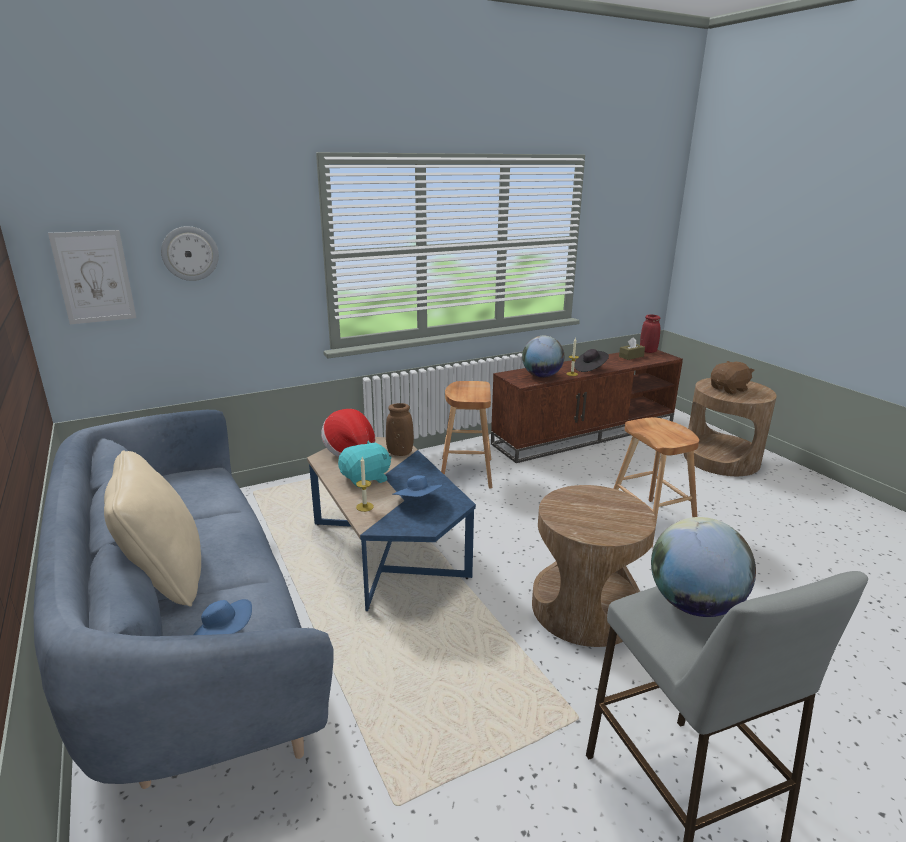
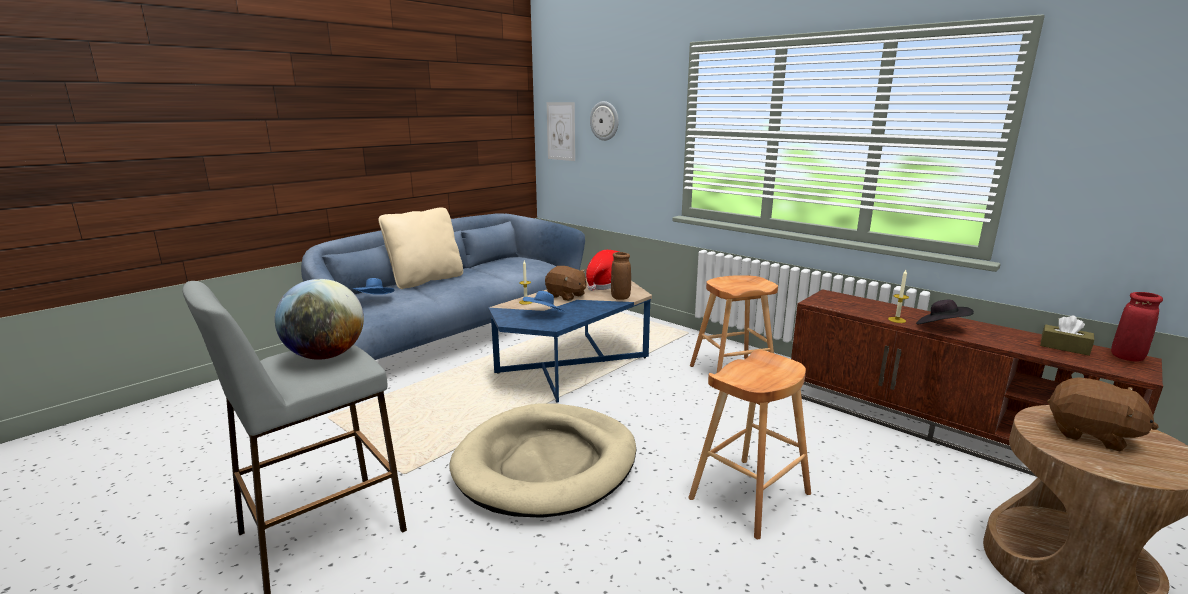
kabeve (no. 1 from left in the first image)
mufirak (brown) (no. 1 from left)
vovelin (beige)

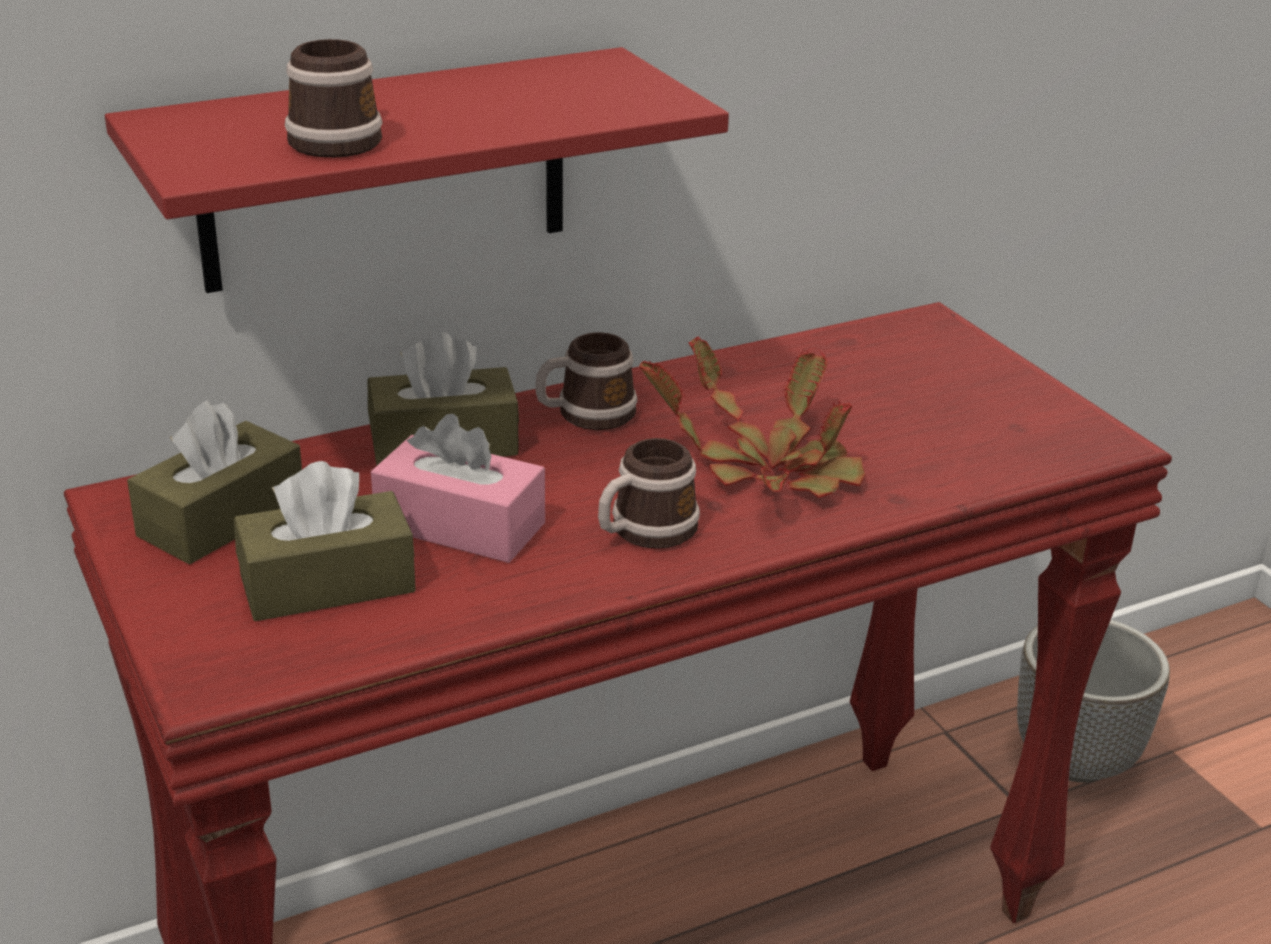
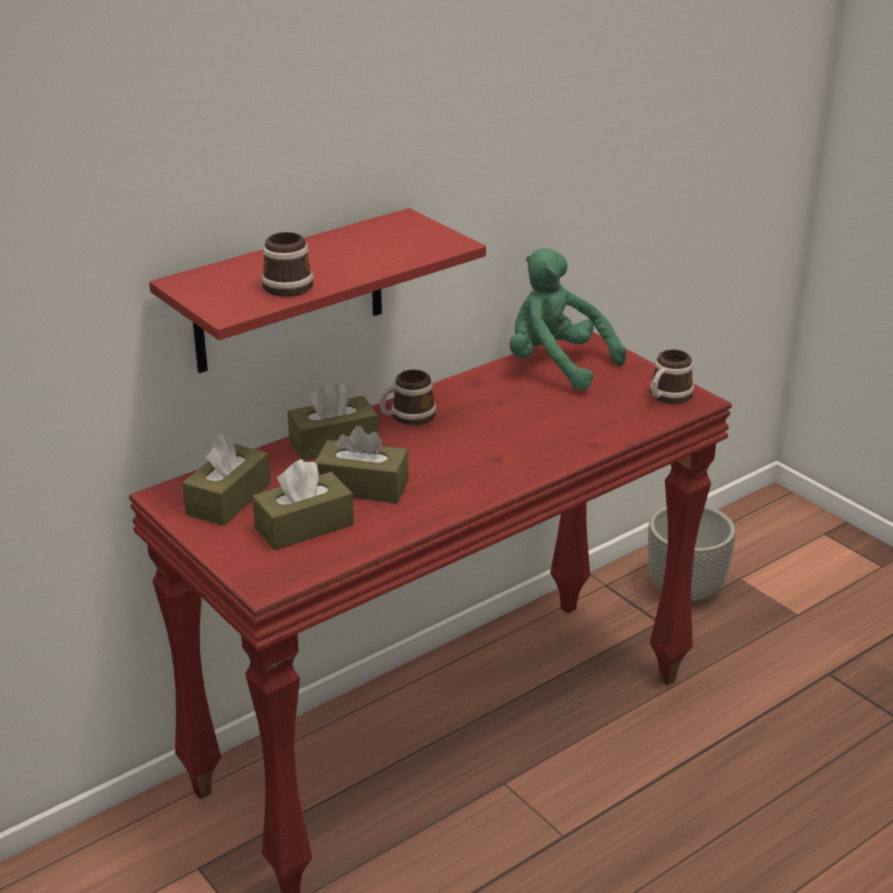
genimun
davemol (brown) (no. 4 from left)
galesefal (no. 3 from left)
mufirak (green)

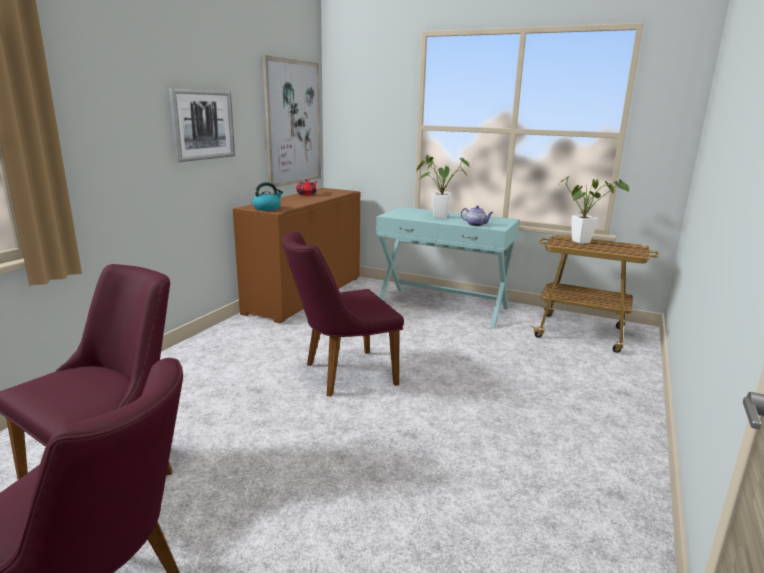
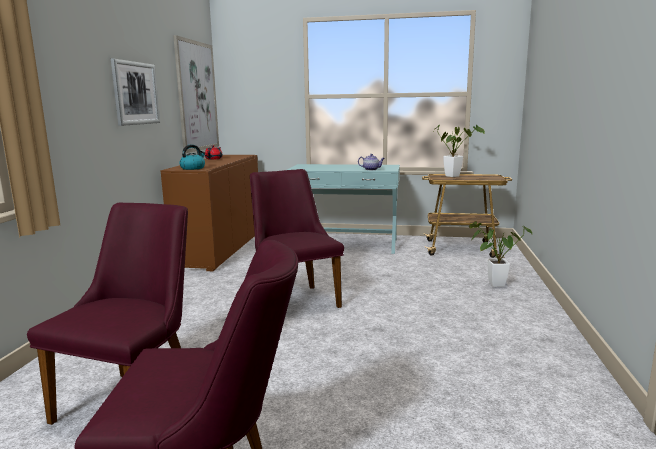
genimun (no. 2 from left)
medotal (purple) (no. 3 from left)

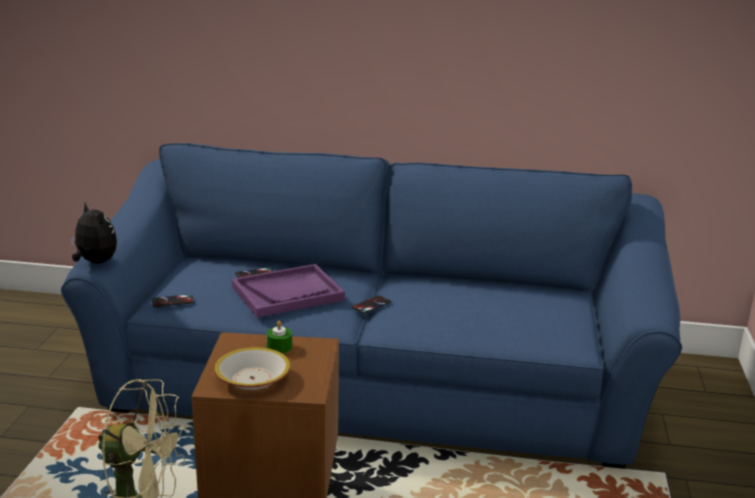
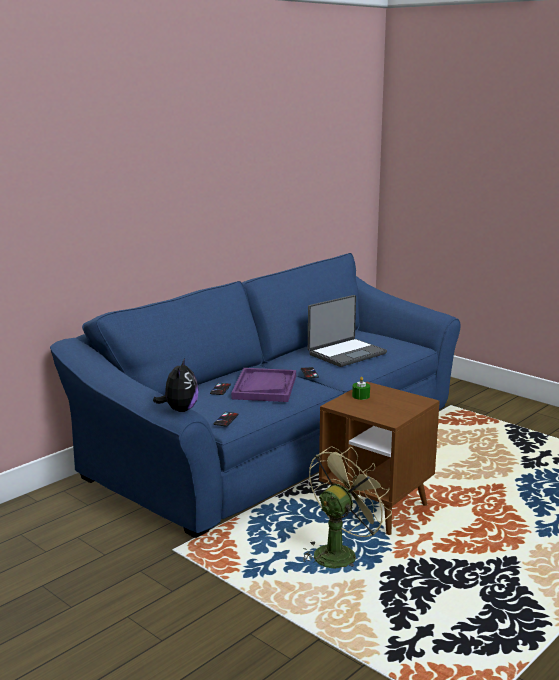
mufirak
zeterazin
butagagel

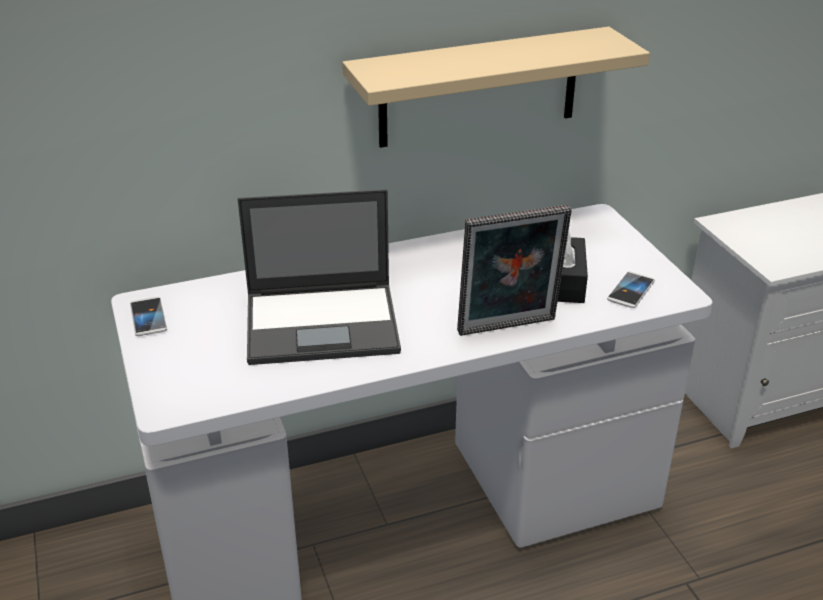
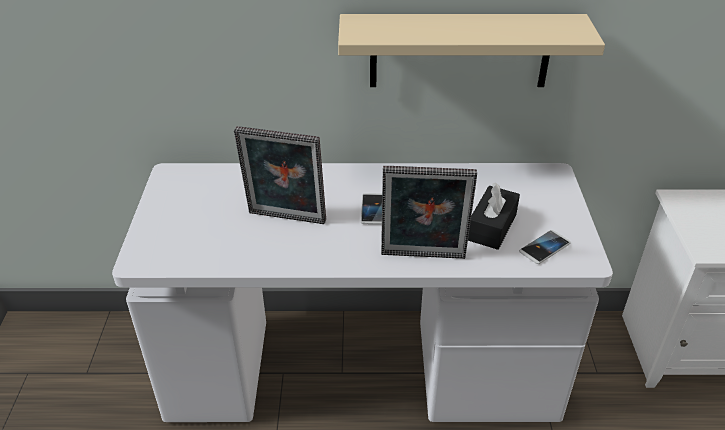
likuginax (no. 1 from left)
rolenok (no. 1 from left)

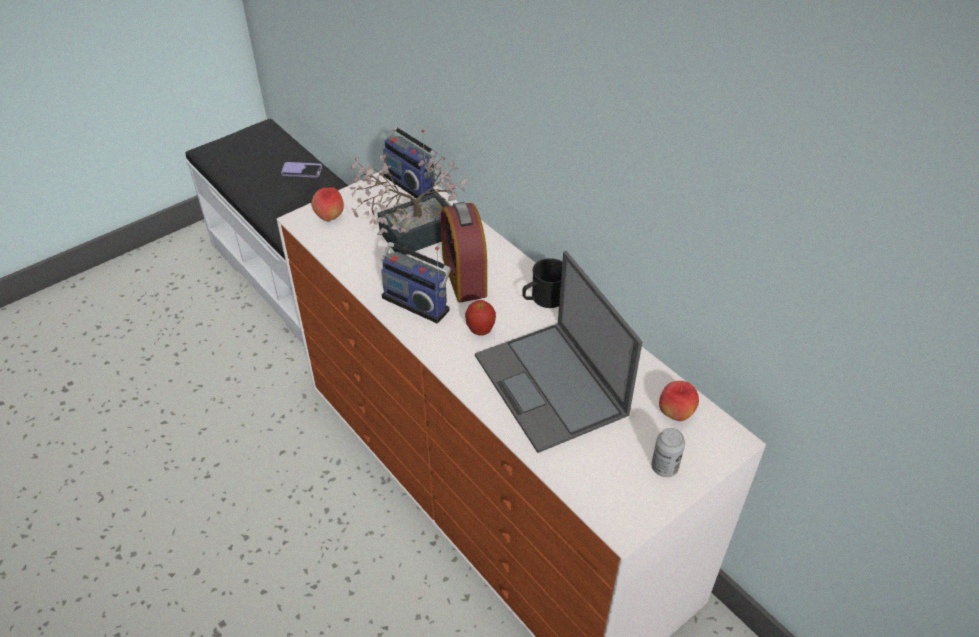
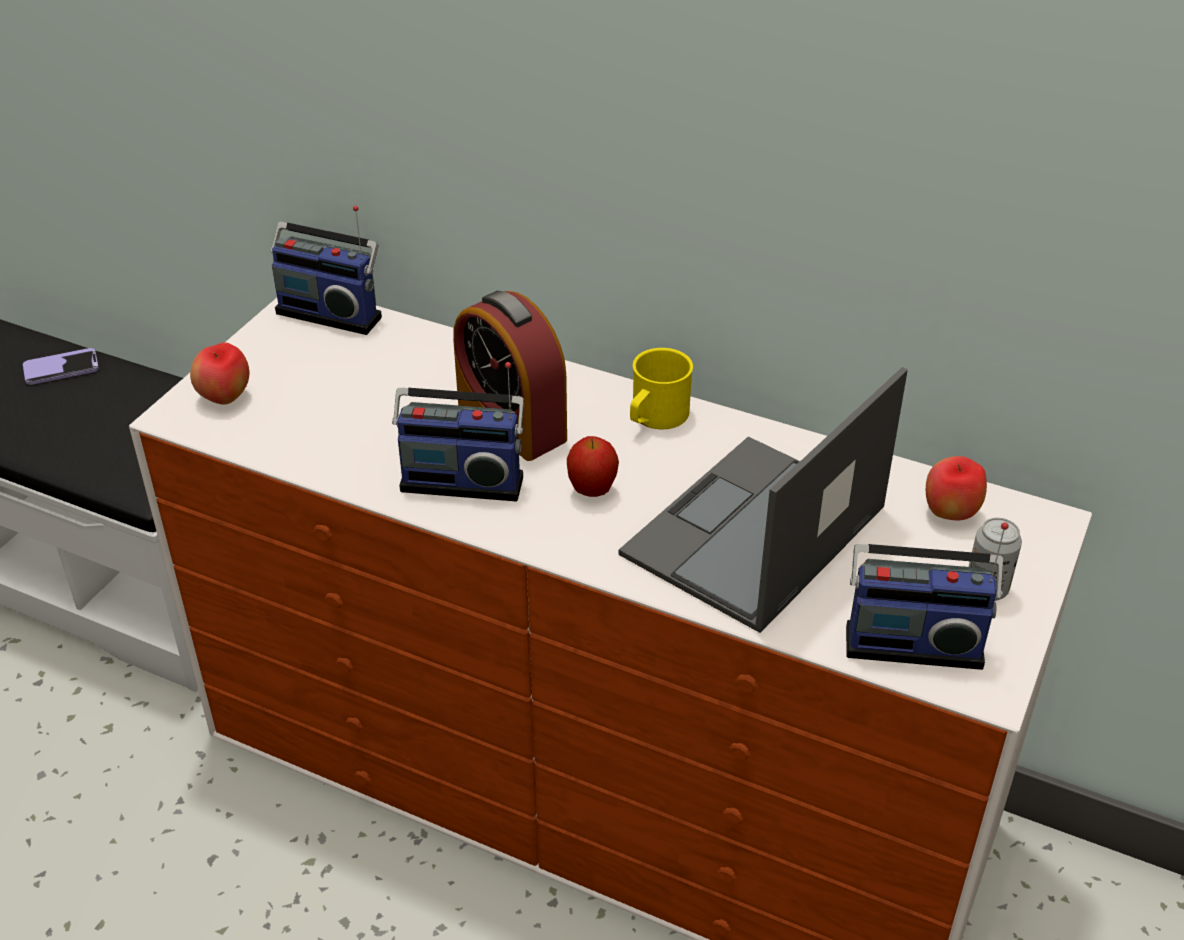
genimun
butagagel
galesefal (yellow)
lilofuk (no. 3 from left)

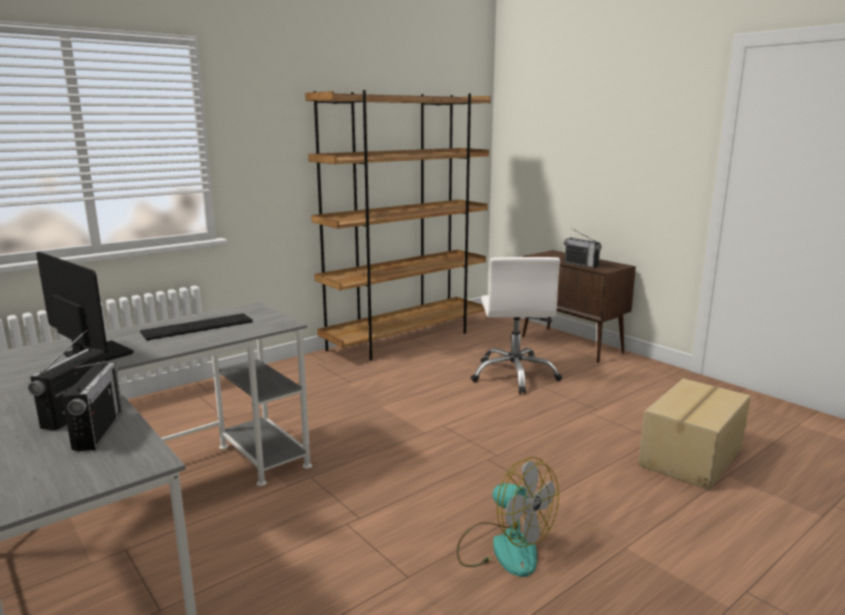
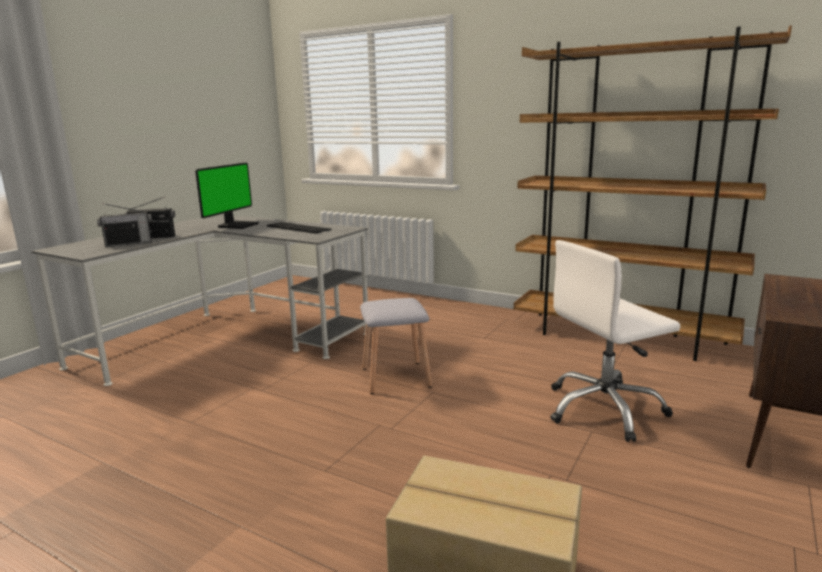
lilofuk (no. 3 from left in the first image)
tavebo
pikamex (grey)

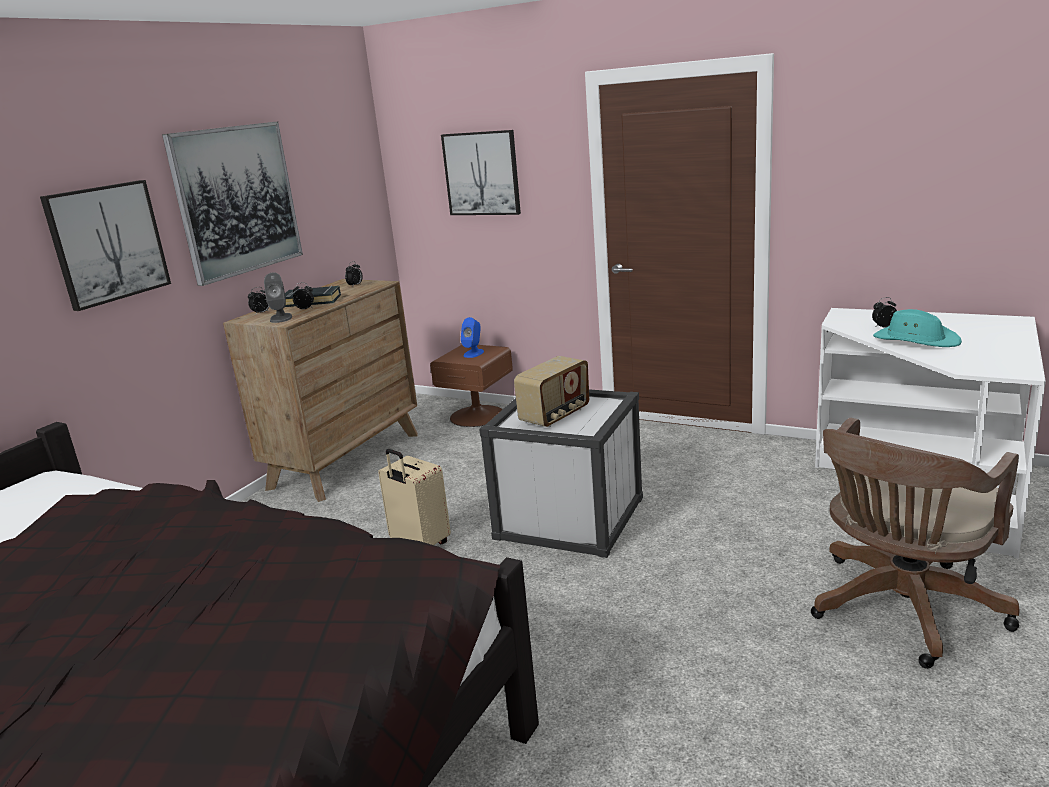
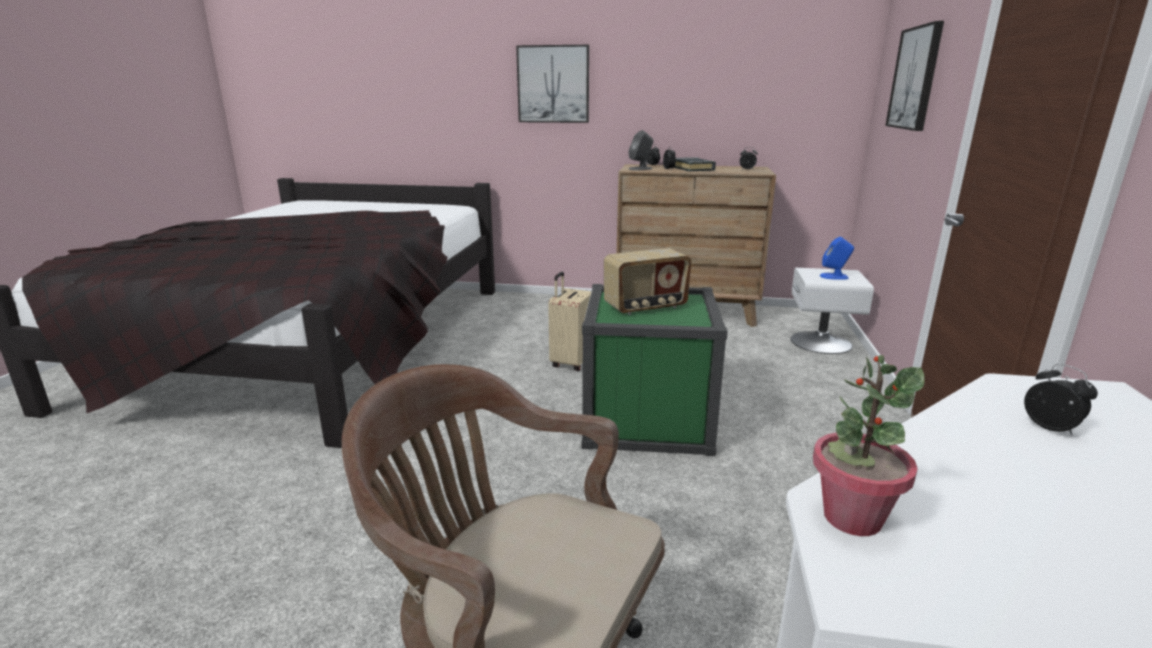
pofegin (no. 2 from left in the first image)
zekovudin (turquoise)
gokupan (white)
lilofuk
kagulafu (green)
genimun

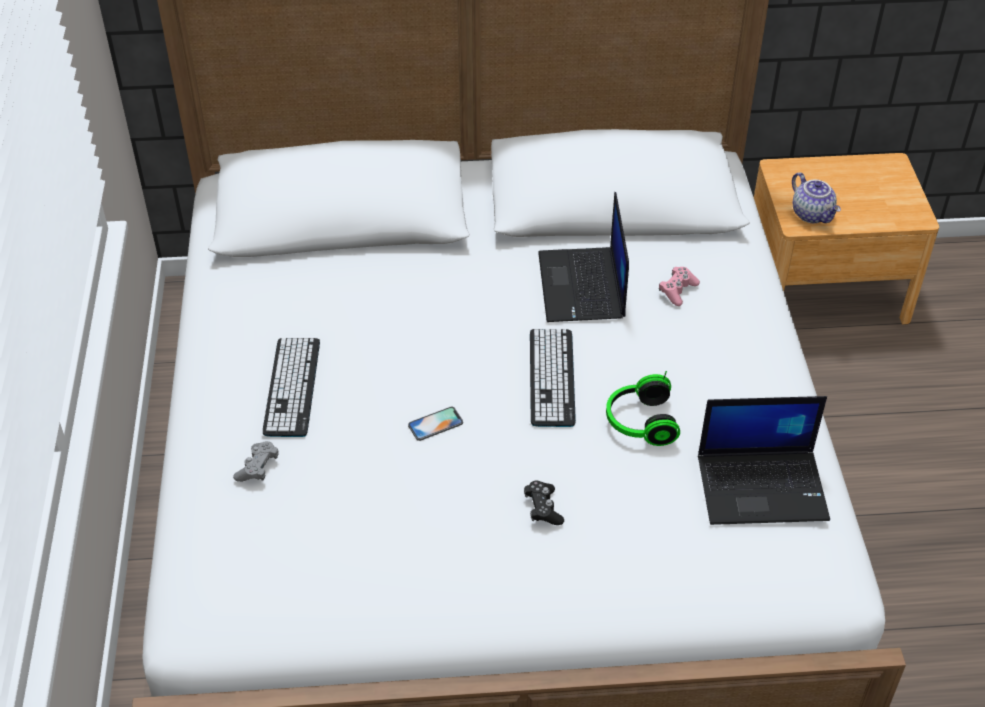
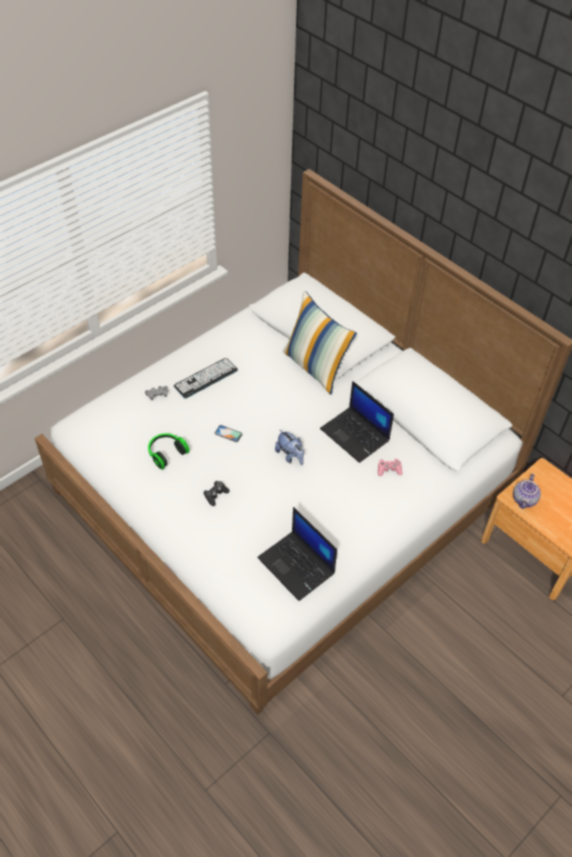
butagagel (no. 2 from left)
mufirak
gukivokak
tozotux

